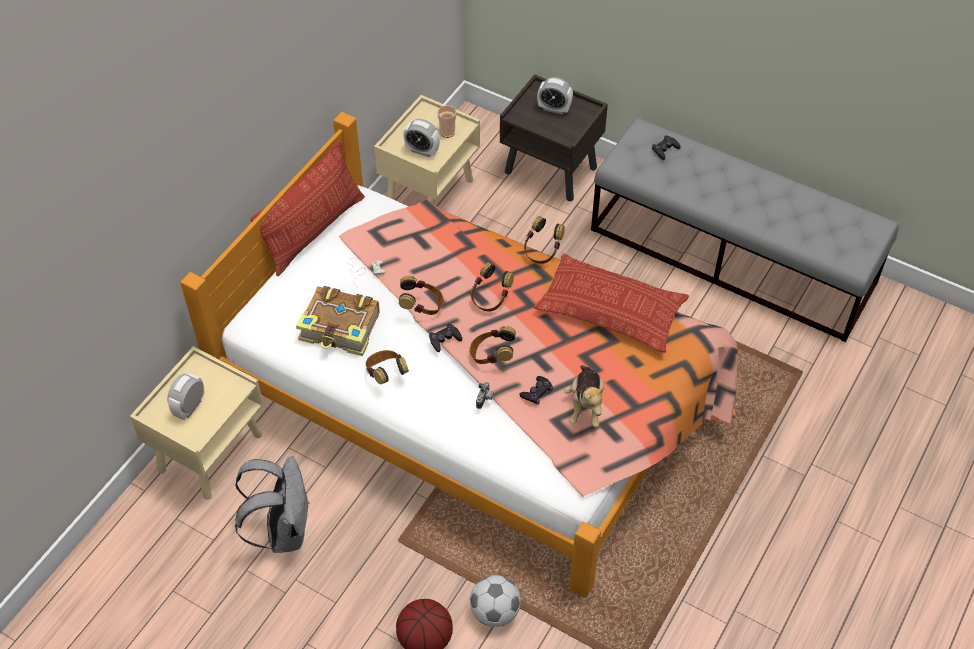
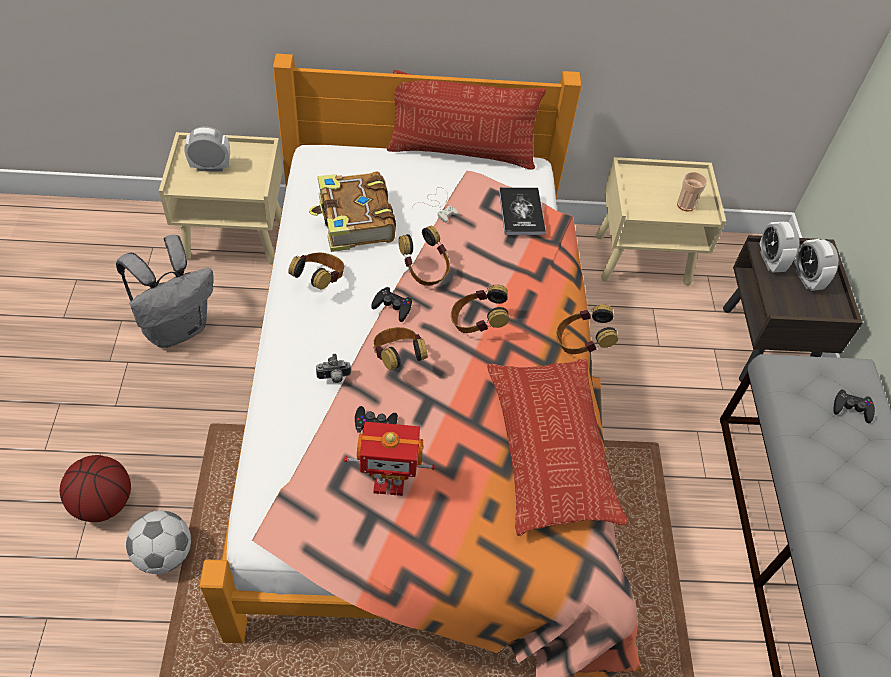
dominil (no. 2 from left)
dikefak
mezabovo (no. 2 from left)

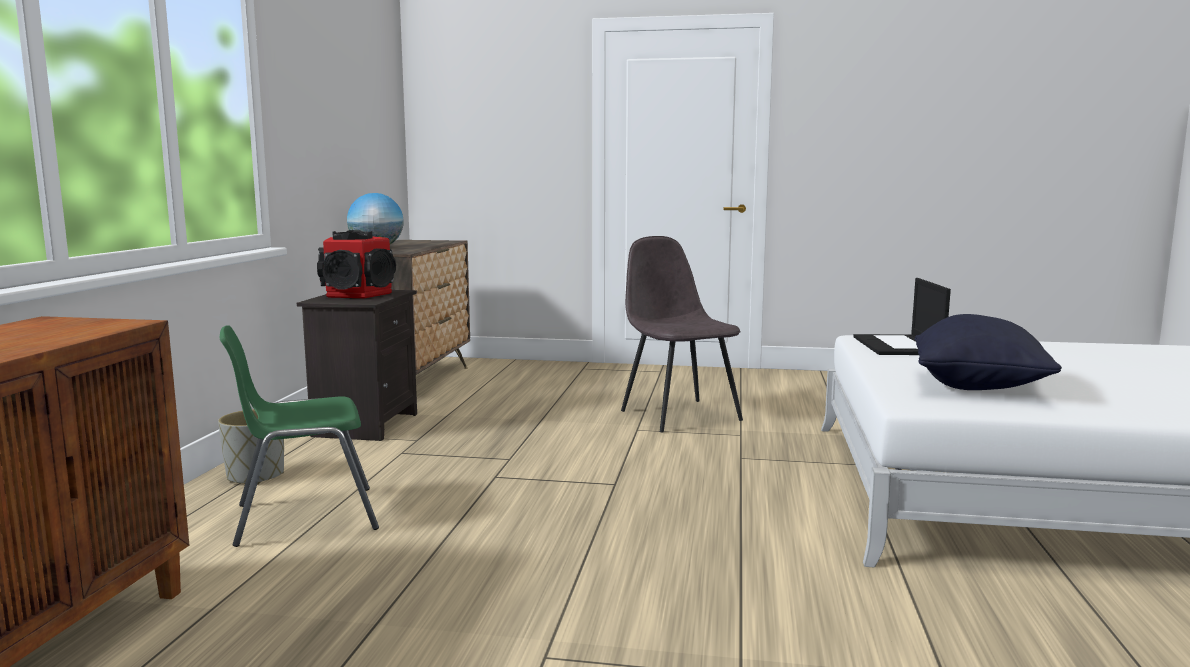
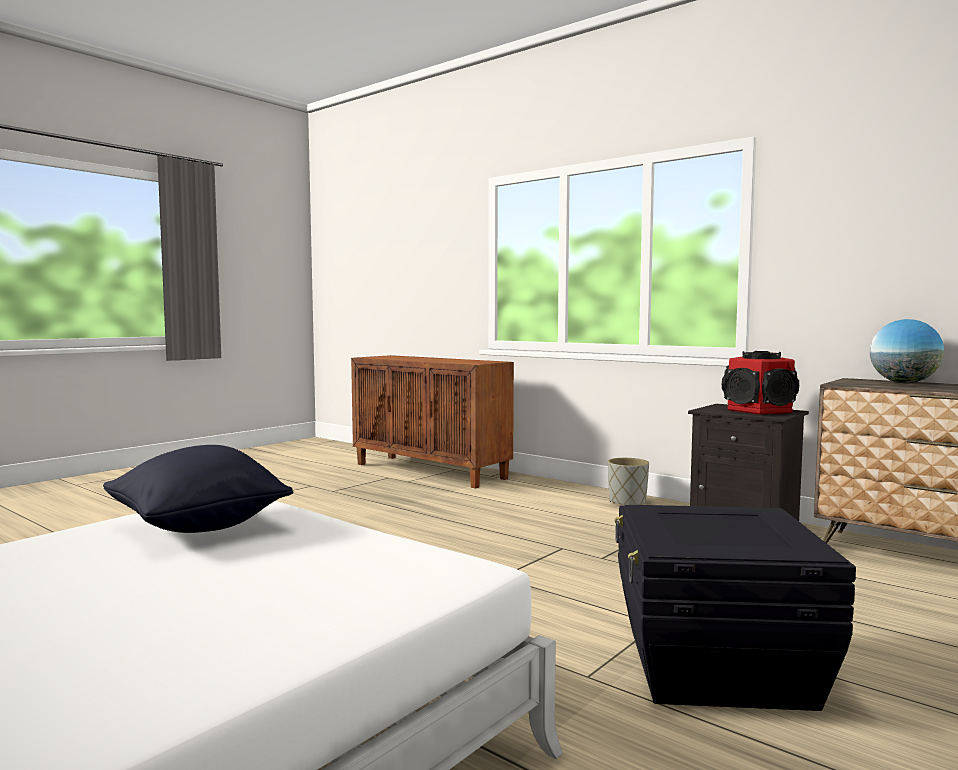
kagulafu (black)
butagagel
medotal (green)

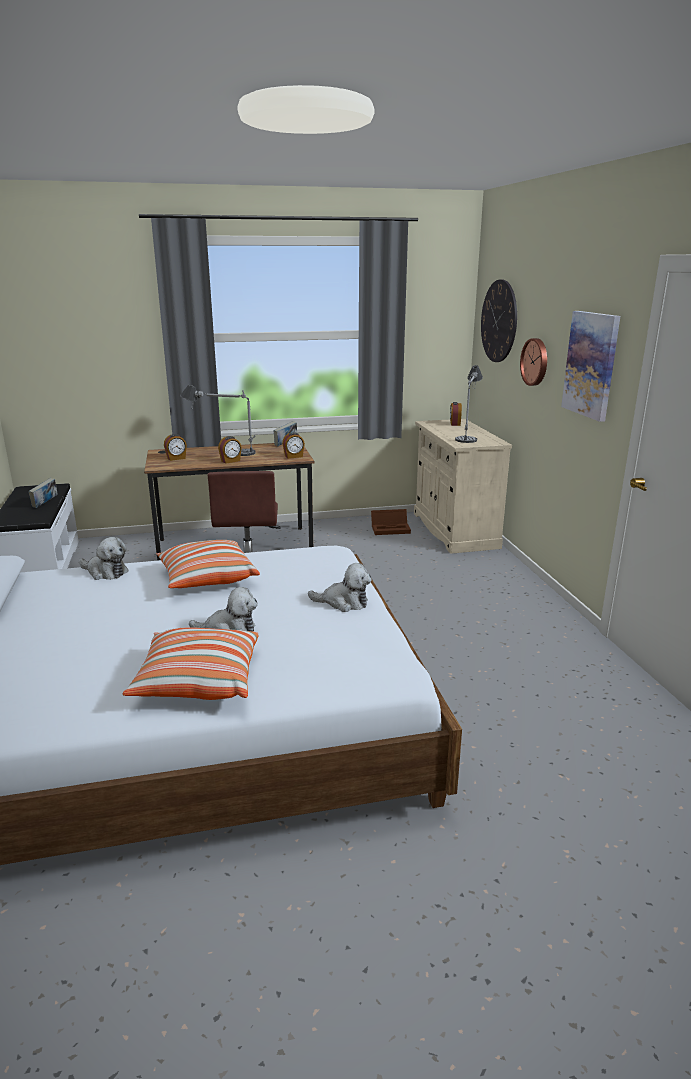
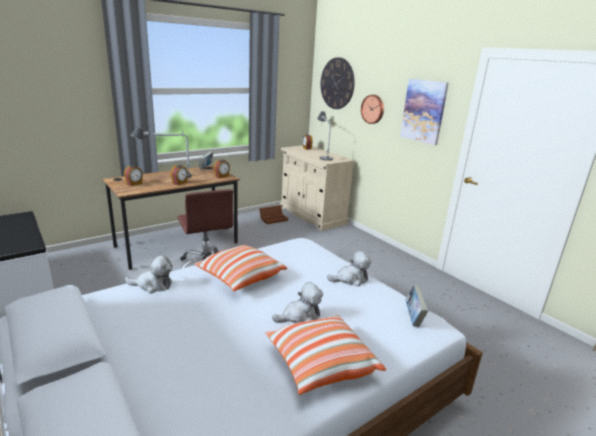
mezabovo (no. 2 from left)

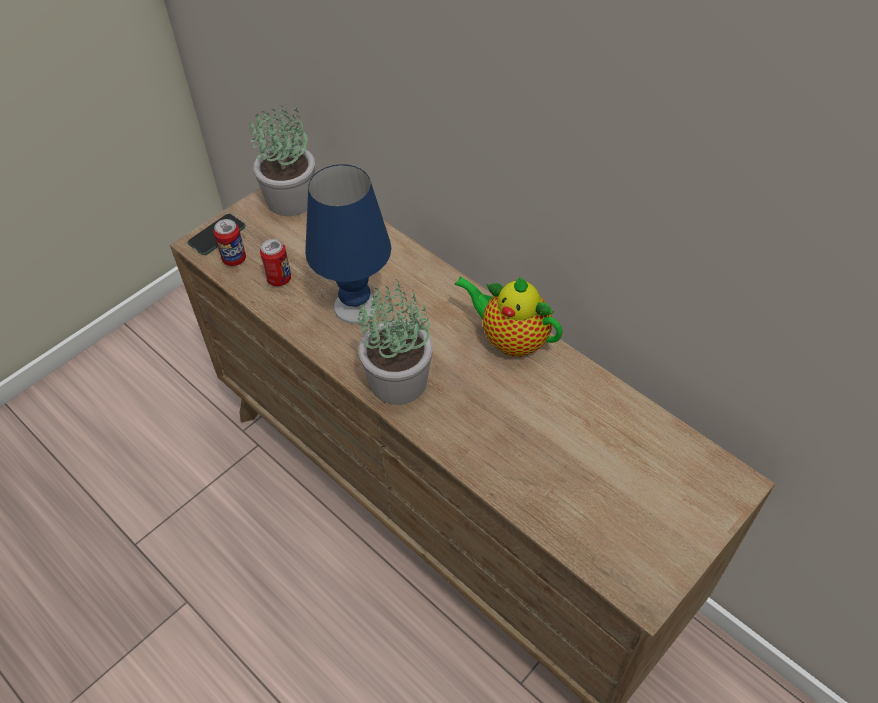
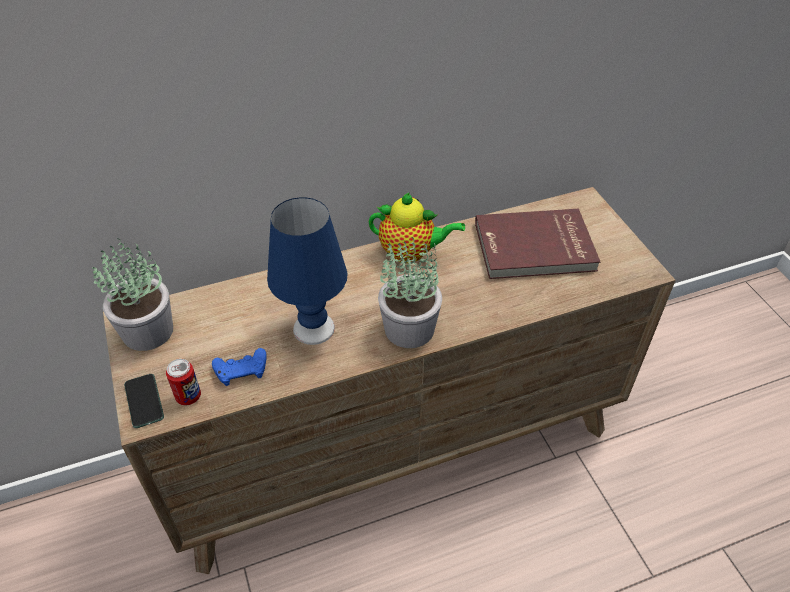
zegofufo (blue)
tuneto
mezabovo (red)

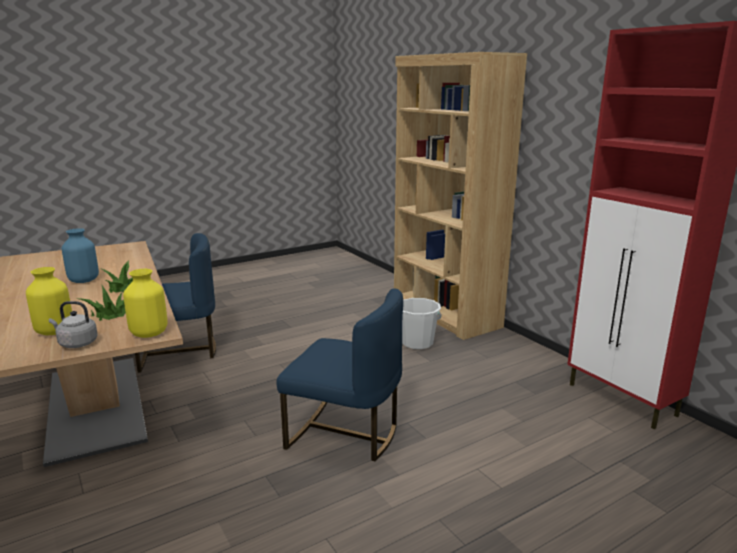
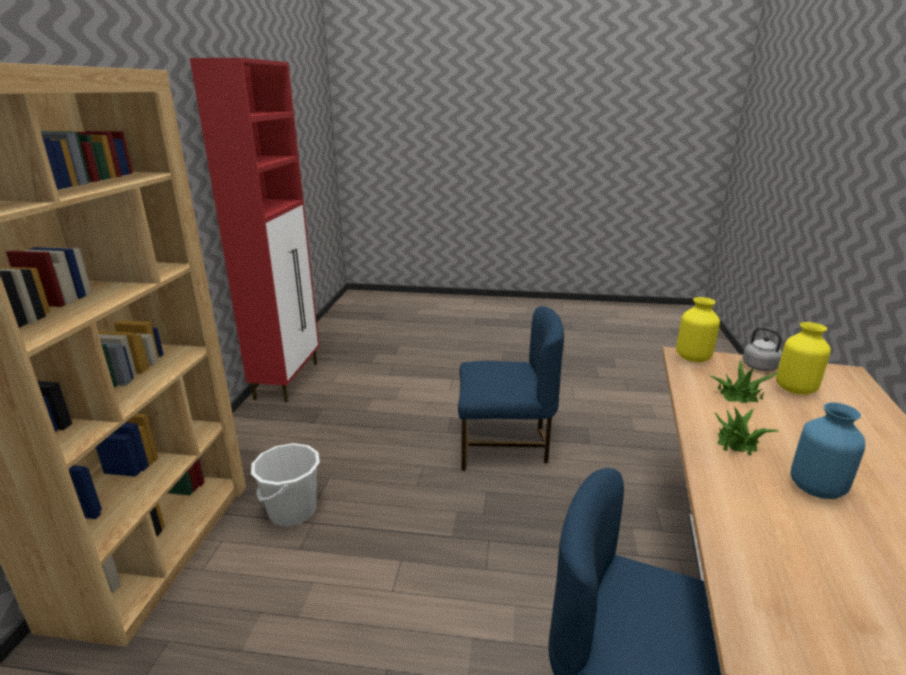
medotal (blue) (no. 1 from left)

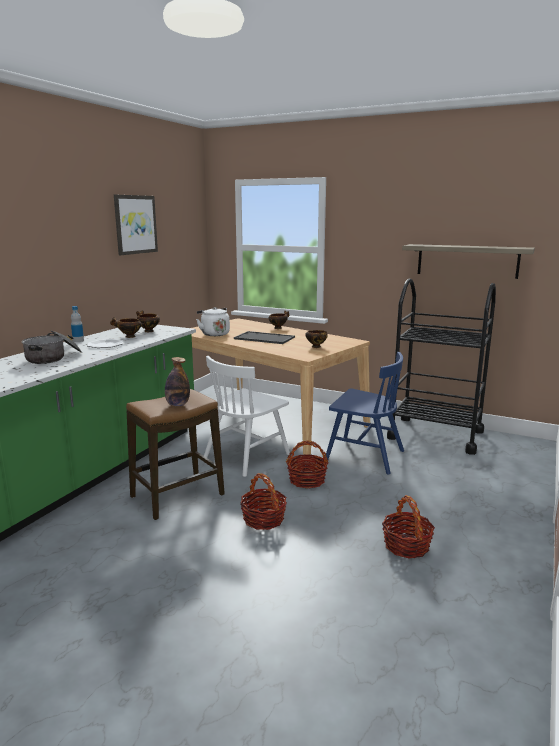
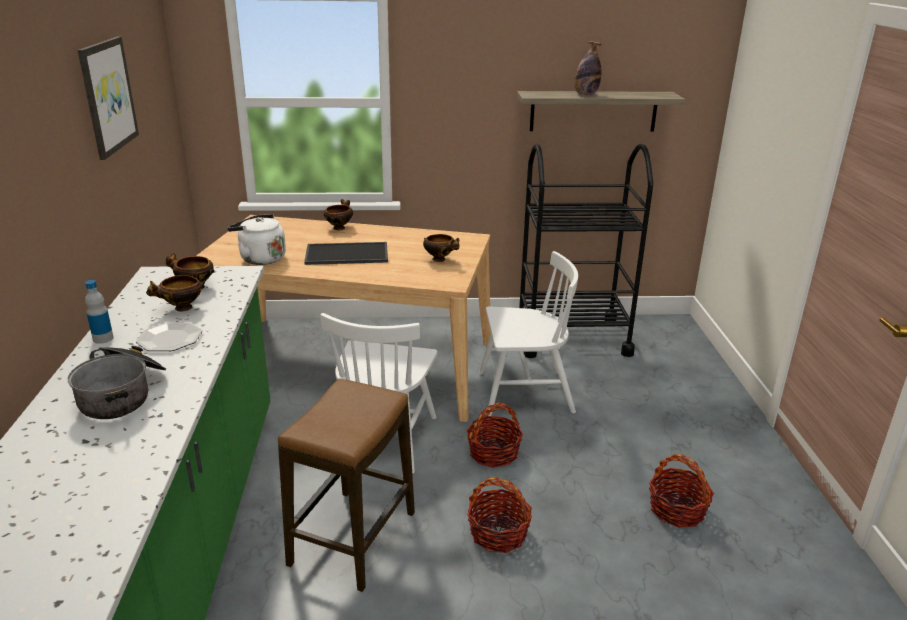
medotal (white) (no. 2 from left)
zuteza (no. 2 from left)

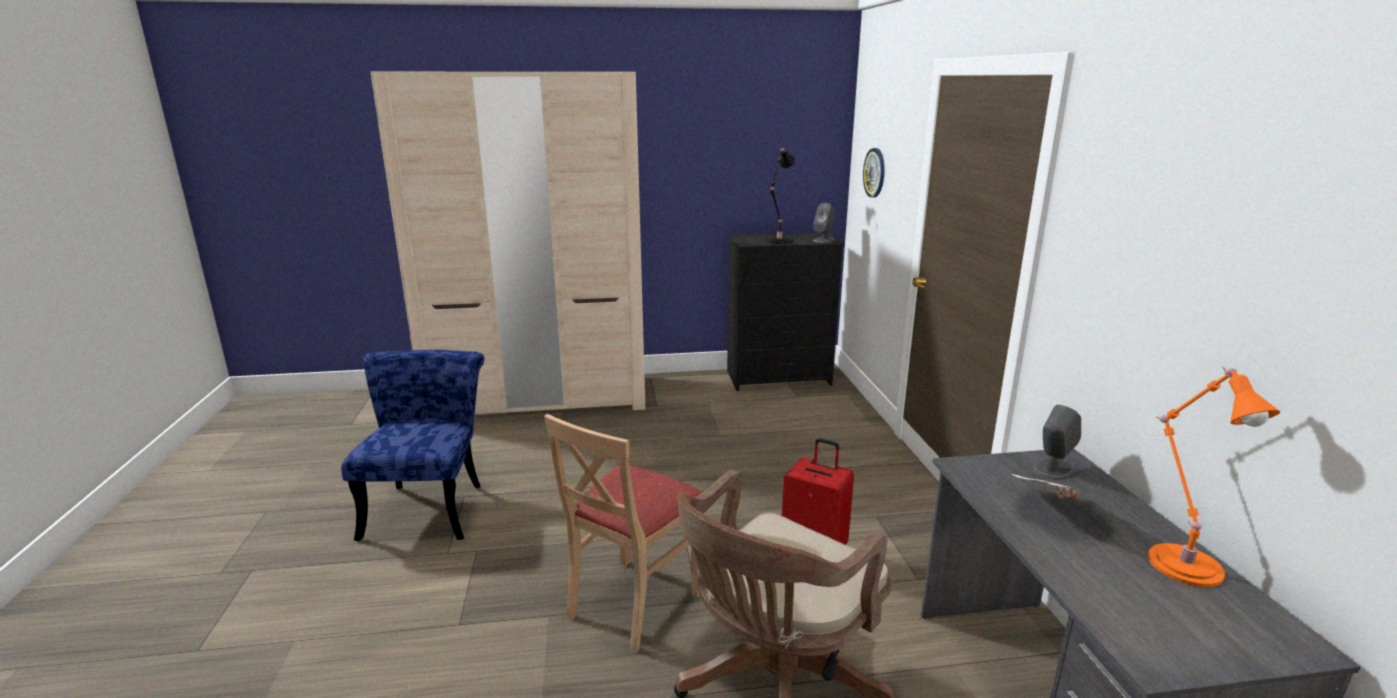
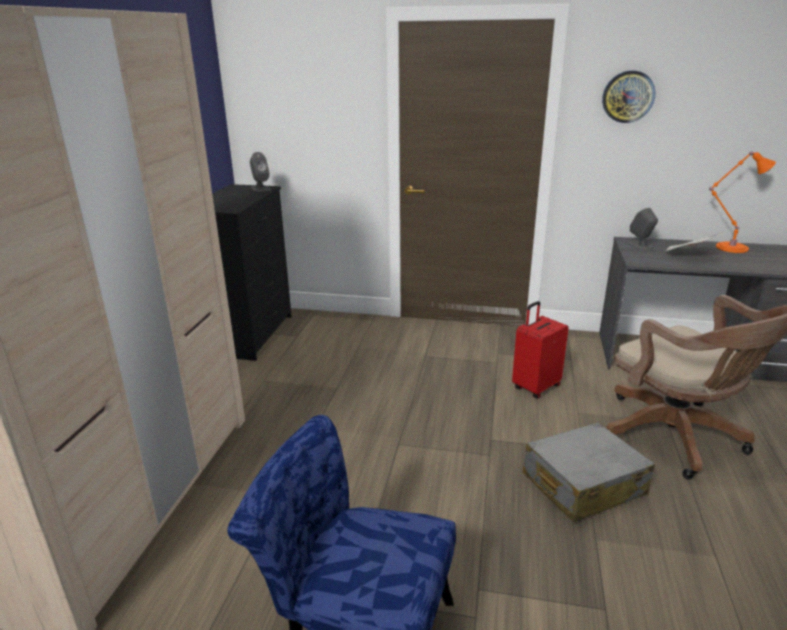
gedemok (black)
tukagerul
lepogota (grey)

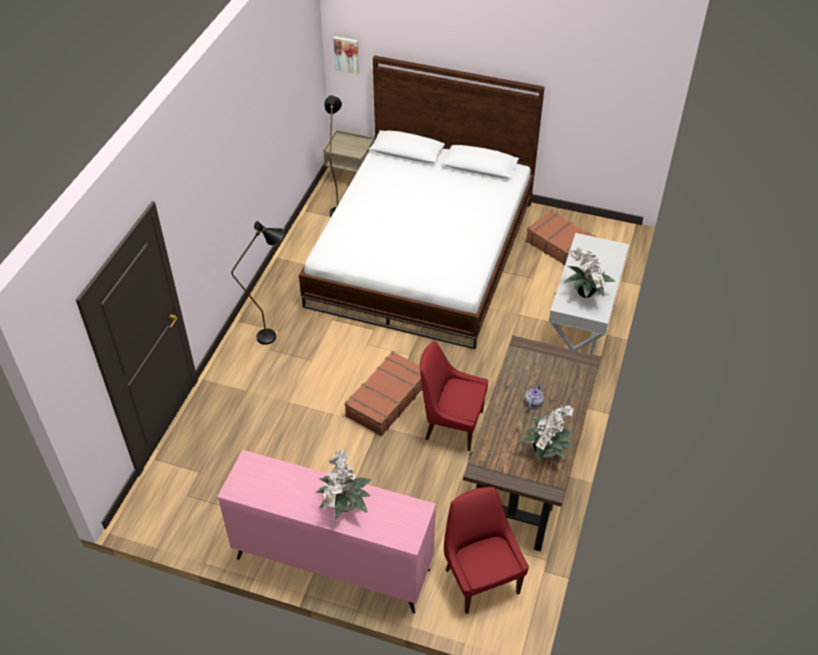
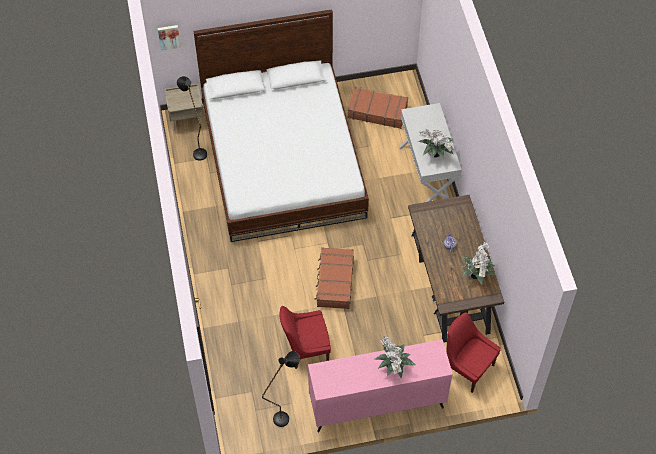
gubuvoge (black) (no. 2 from left)
medotal (red) (no. 1 from left)

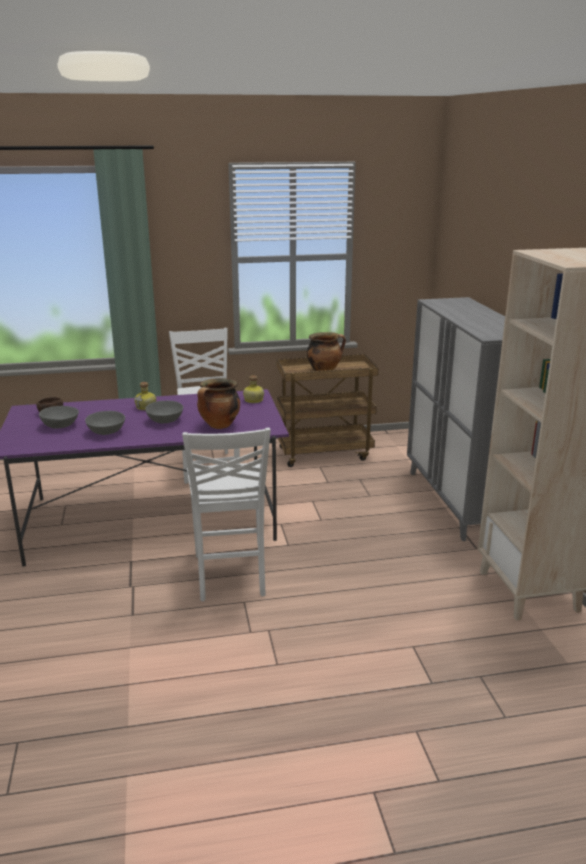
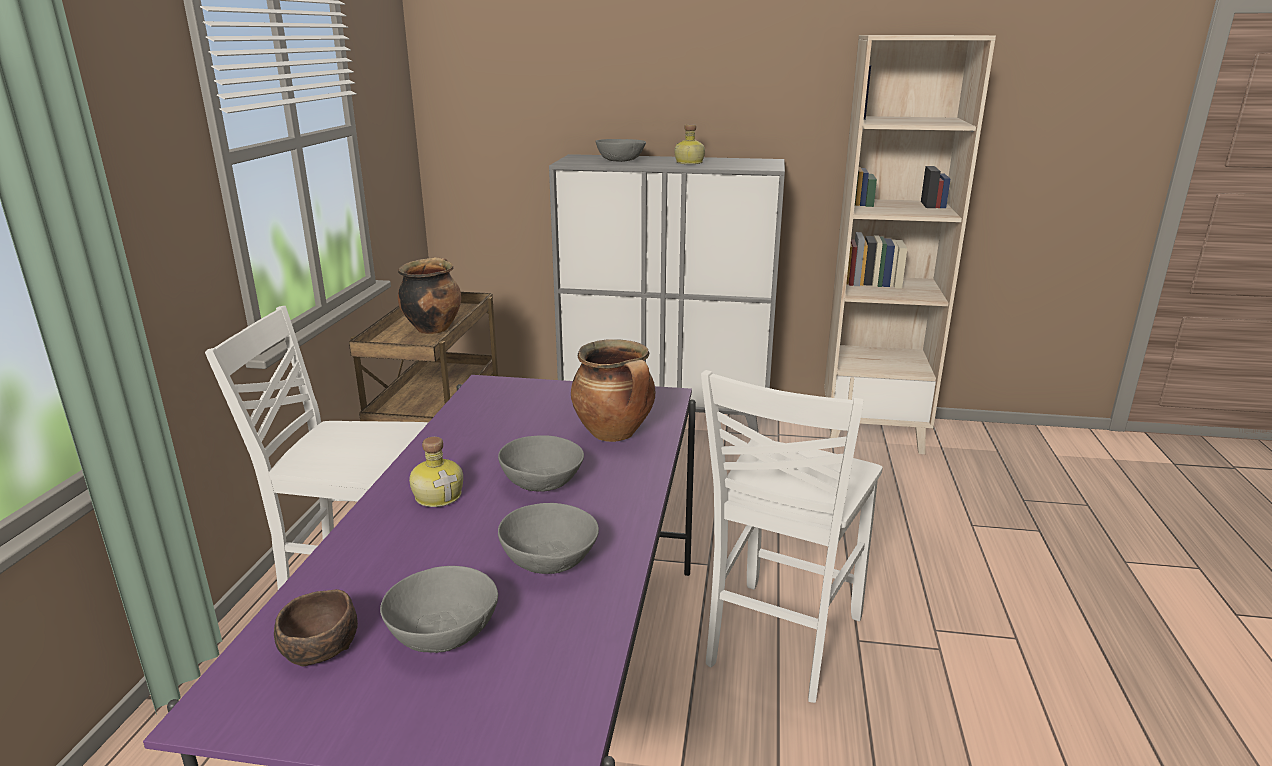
zuteza (no. 2 from left)
medotal (white) (no. 2 from left)
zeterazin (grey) (no. 4 from left)

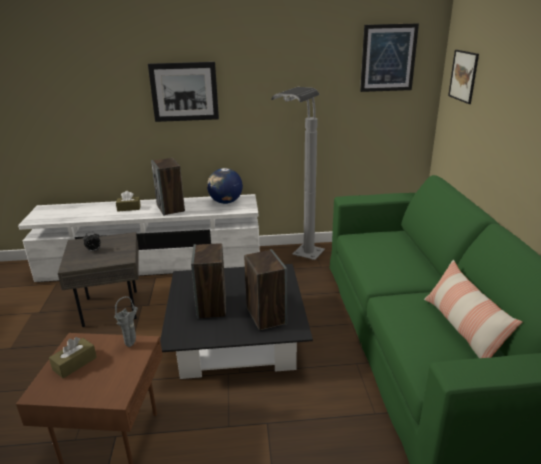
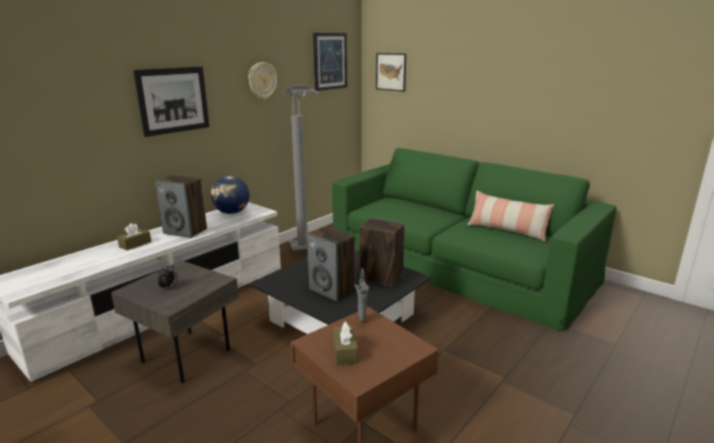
tukagerul

